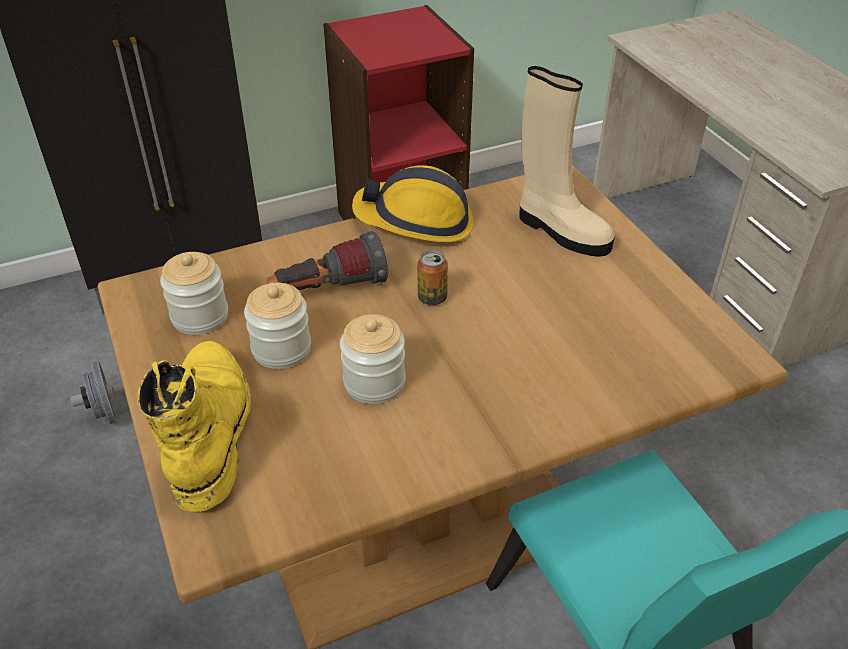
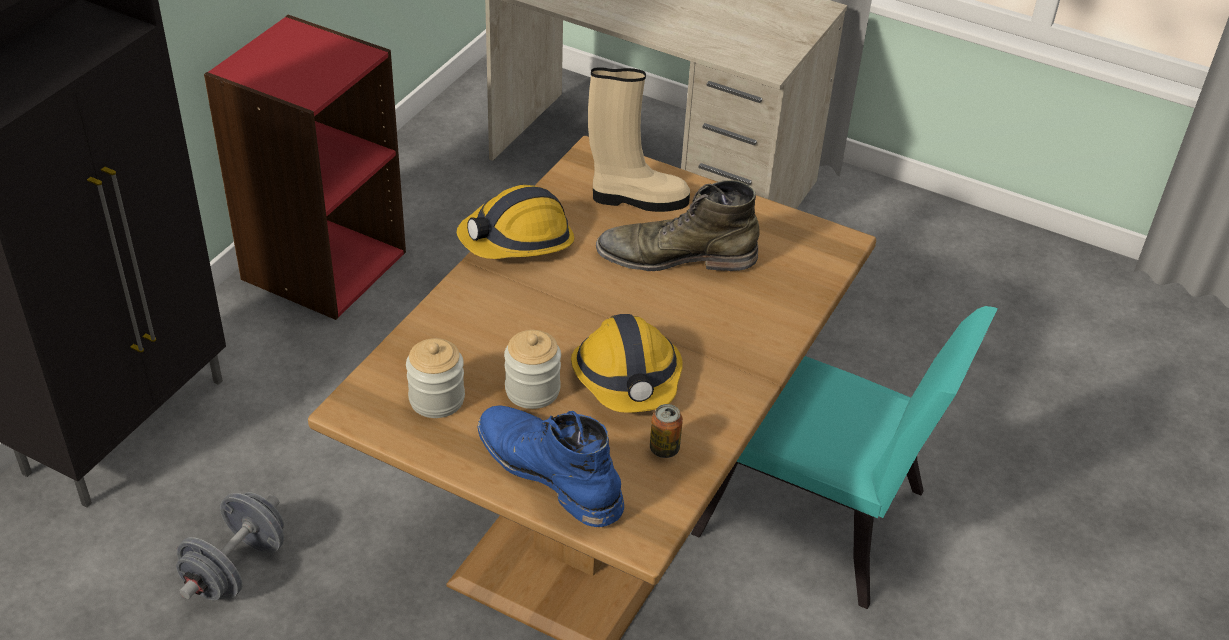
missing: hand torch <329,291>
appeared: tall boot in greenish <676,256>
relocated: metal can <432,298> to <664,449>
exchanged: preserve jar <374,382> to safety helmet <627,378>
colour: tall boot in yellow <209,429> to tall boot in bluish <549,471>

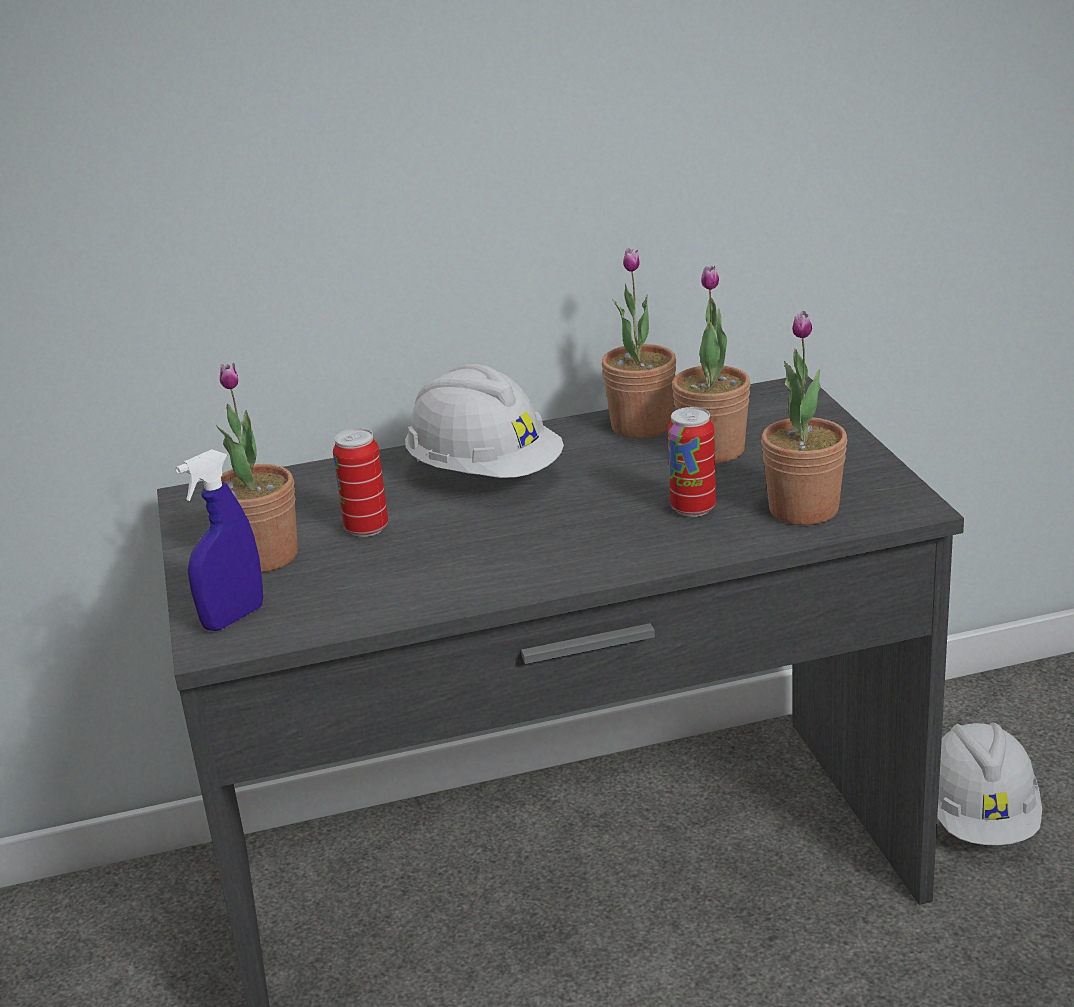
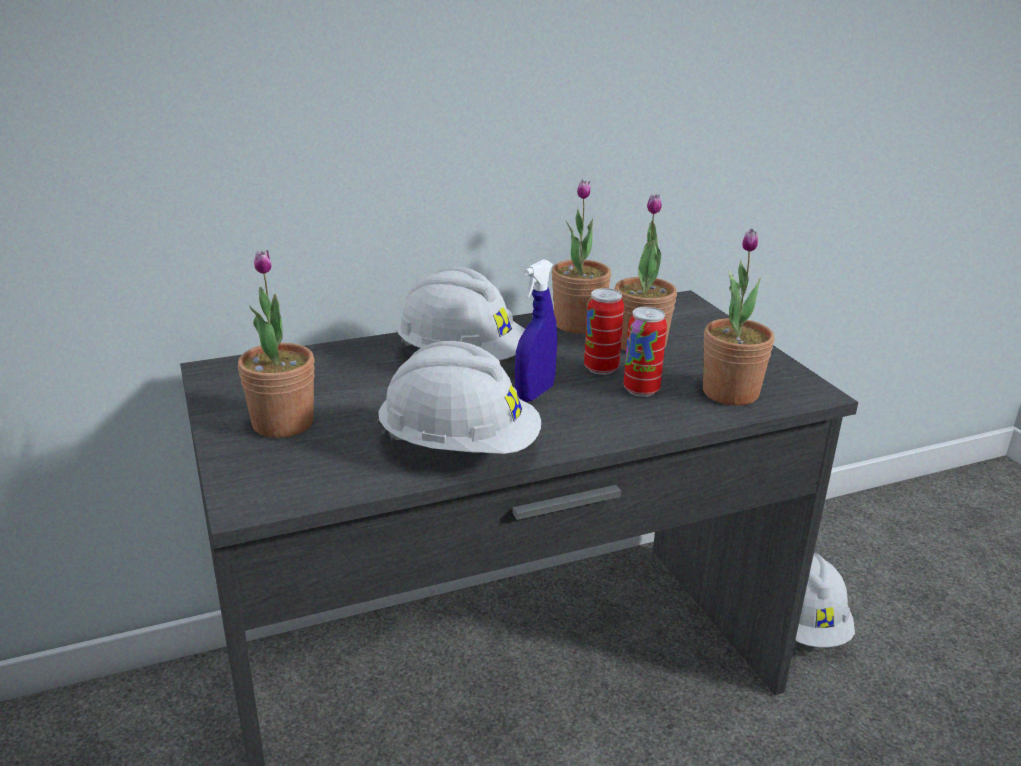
appeared: safety helmet in white-coloured <459,447>
relocated: sprayer in bluish <233,618> to <535,393>; metal can <366,528> to <601,368>

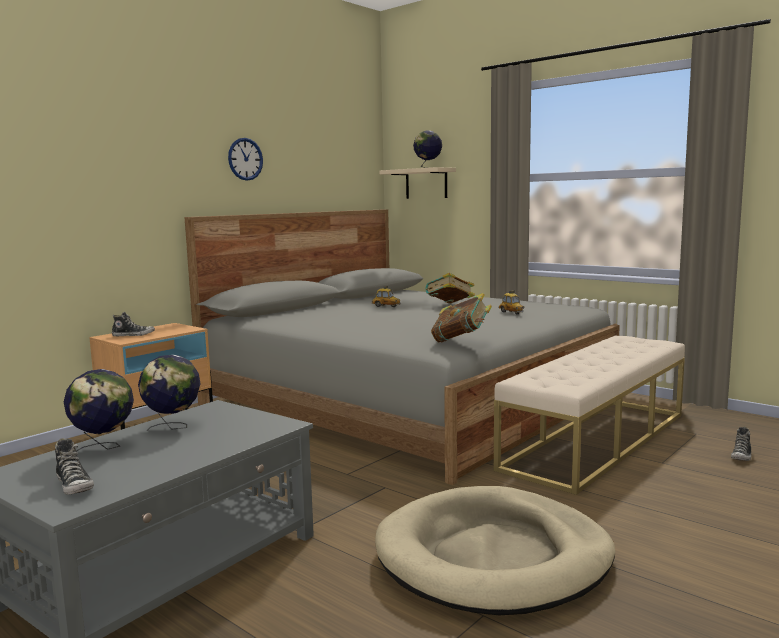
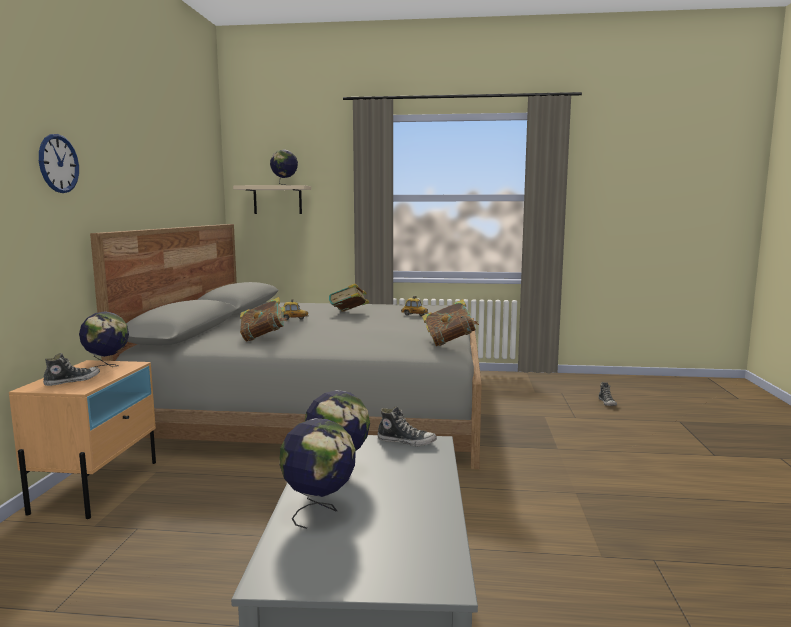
missing: dog bed in beige <493,556>; bench in beige <597,440>
appeared: world globe <107,367>; bound book <264,338>
relocated: low shoe <75,486> to <406,441>; clock on the wall <245,159> to <58,163>

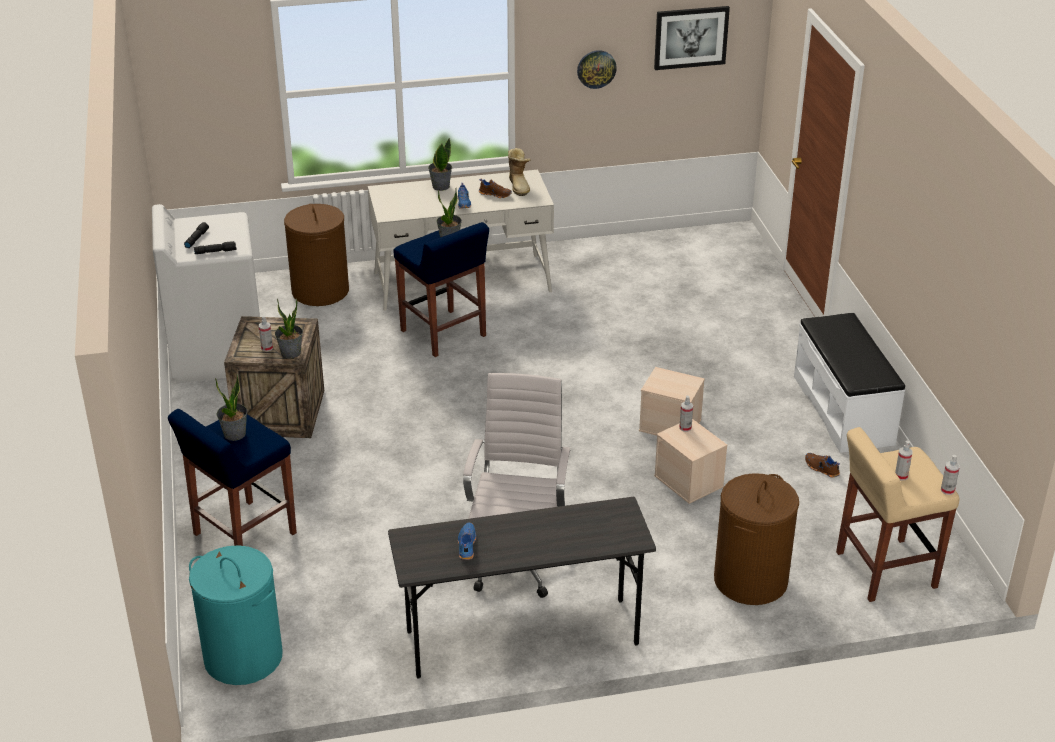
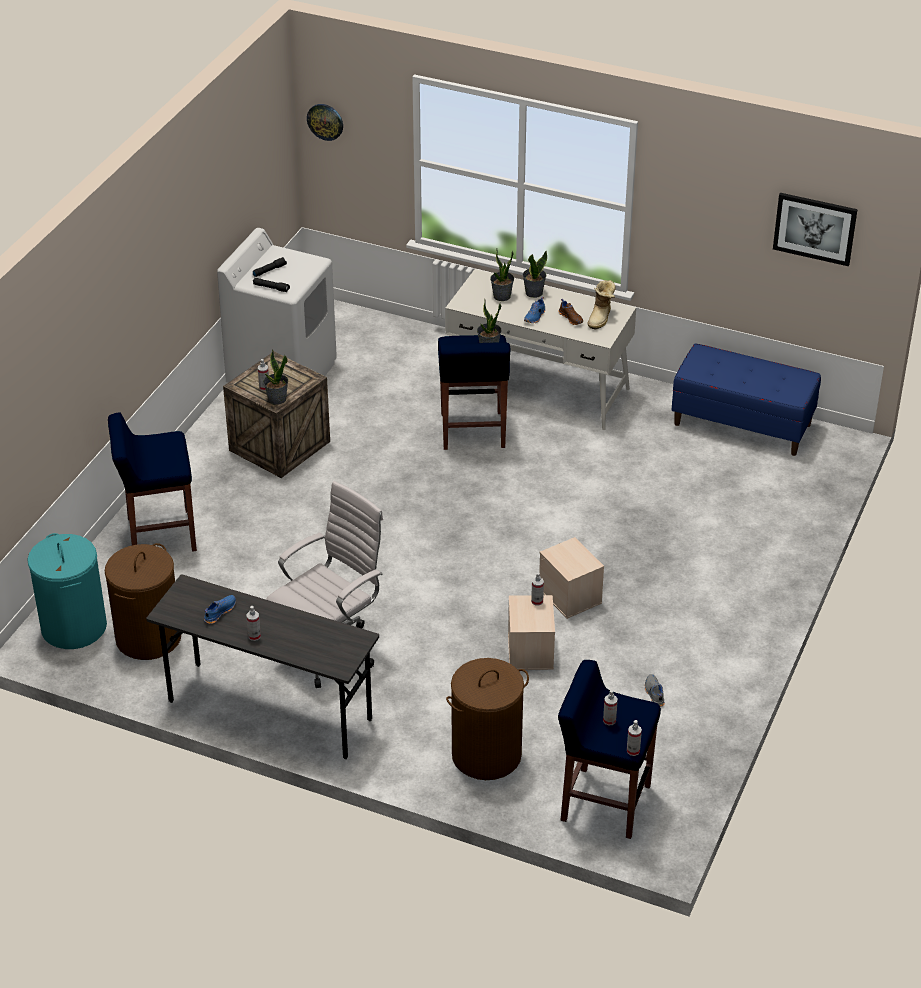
missing: bench in white-coloured <844,410>
appeared: sprayer <254,636>; bench in bluish <742,424>
relocated: houseplant <235,434> to <502,296>; laundry basket in brown-coloured <320,291> to <148,638>; clock on the wall <596,69> to <325,121>
colour: low shoe in brown-coloured <821,469> to low shoe in greyish <653,694>; sitting stool in beige <884,570> to sitting stool in bluish <604,802>

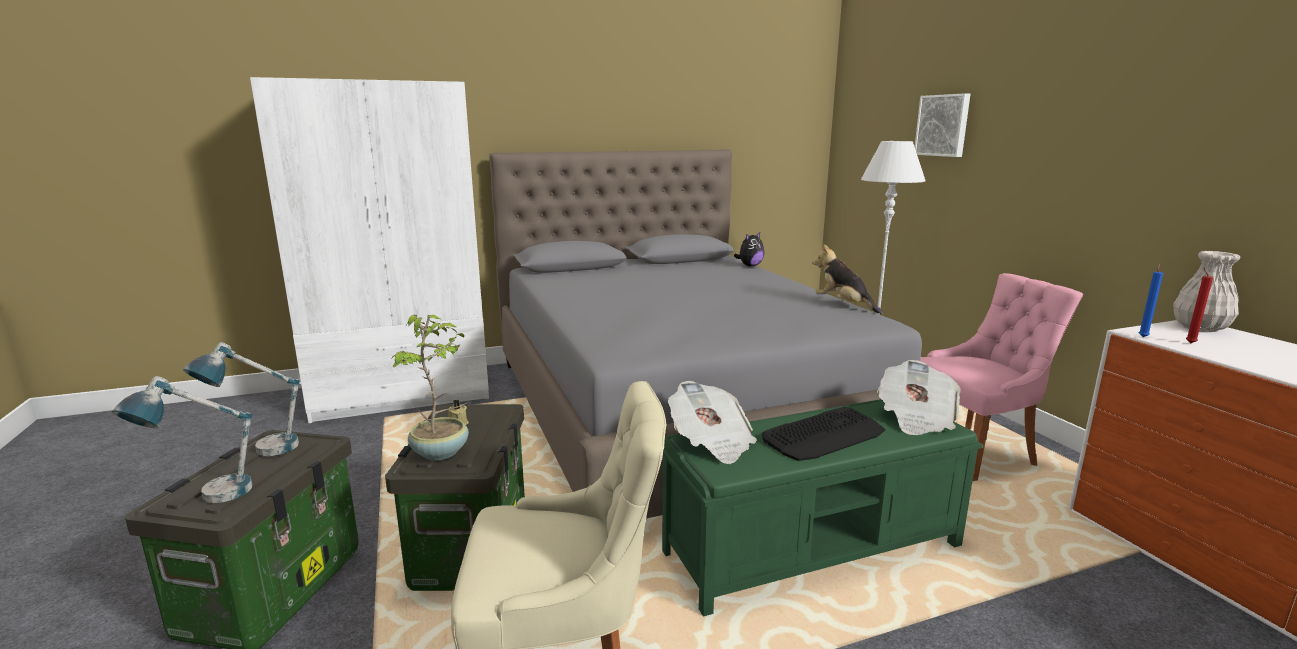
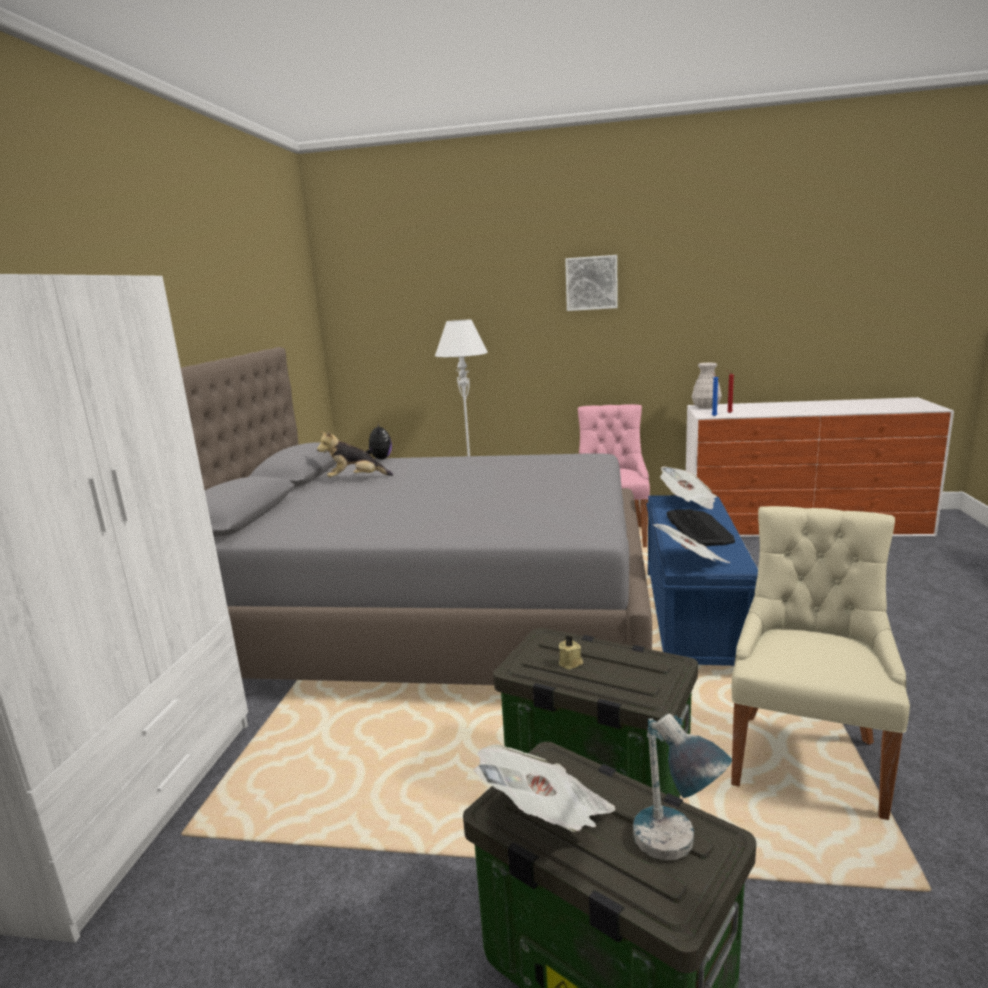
missing: houseplant <441,452>
relocated: cuddly toy <843,305> to <355,479>; wall picture <943,125> to <591,283>
exchanged: lamp for a table <258,451> to daily paper <546,816>
colour: bench in greenish <814,548> to bench in bluish <692,619>

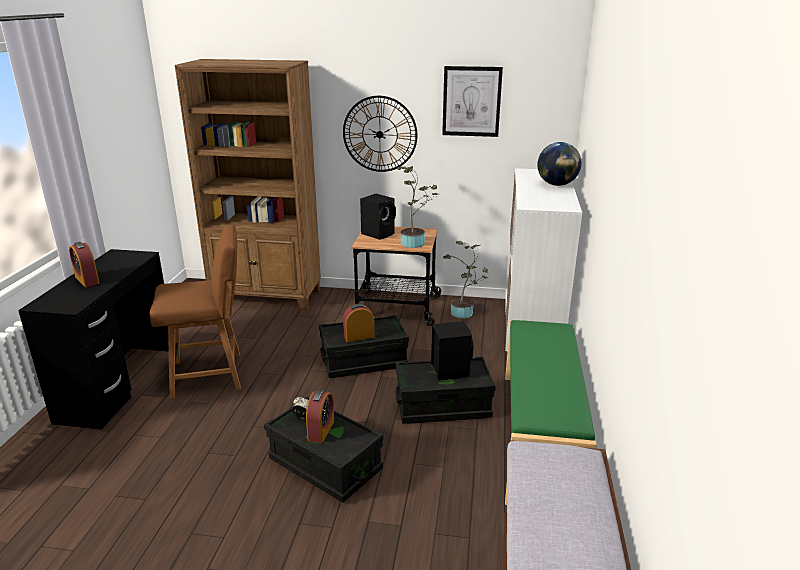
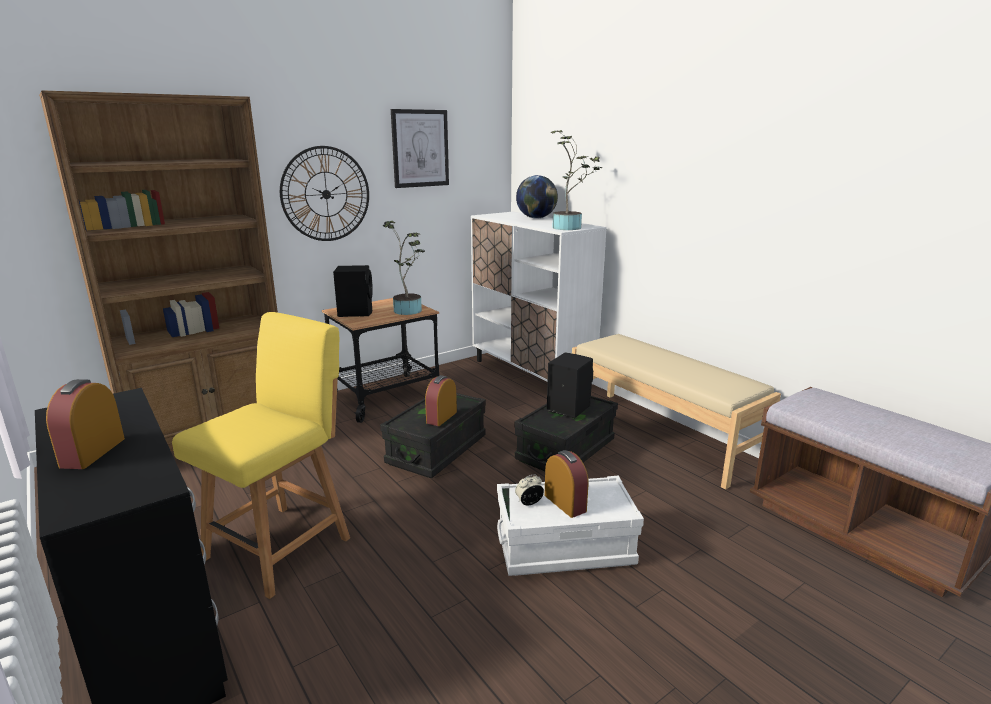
relocated: houseplant <464,313> to <570,227>
colour: chair in brown-coloured <210,374> to chair in yellow <282,545>; storage bin in black <325,465> to storage bin in white-coloured <564,548>; bench in greenish <540,435> to bench in beige <660,434>
spun: table clock <87,280> = <93,452> 90 degrees clockwise

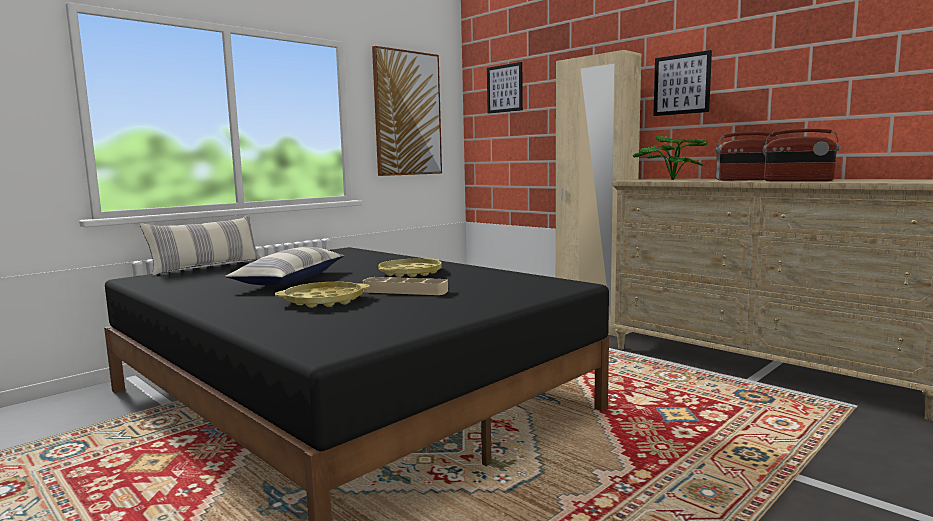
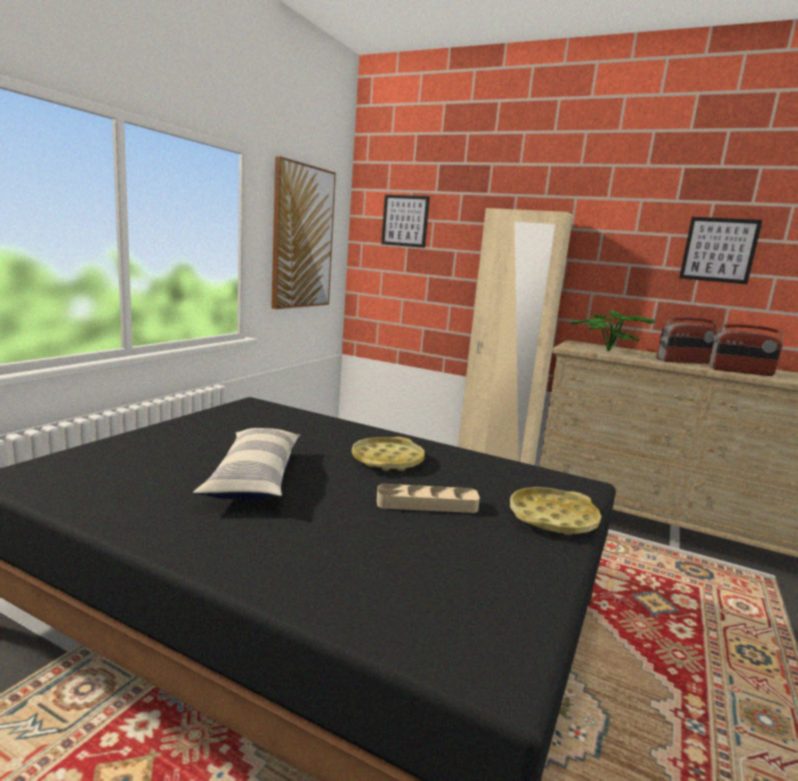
missing: throw pillow <206,266>
relocated: tray in yellow <323,301> to <552,518>; wall picture <681,84> to <719,250>

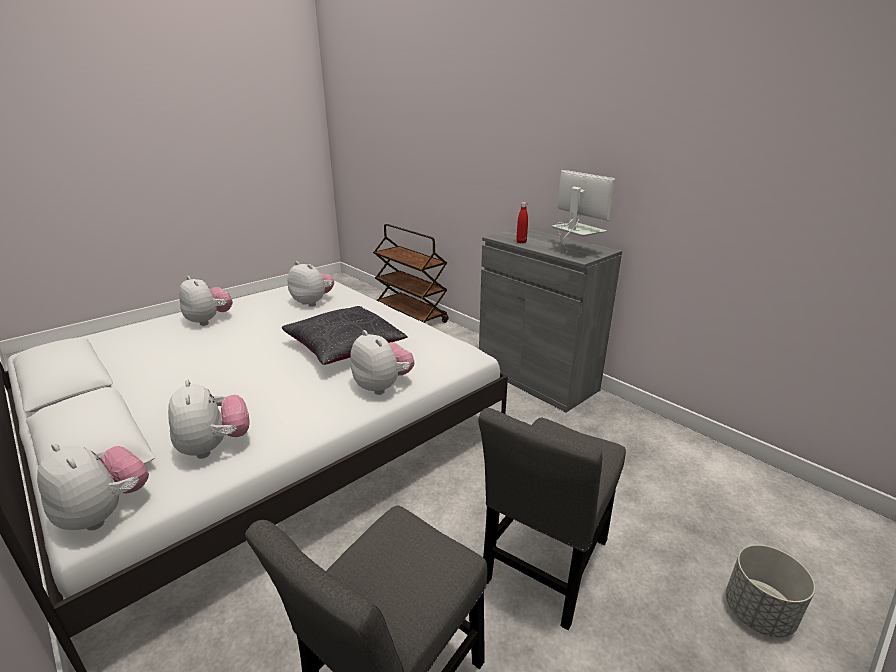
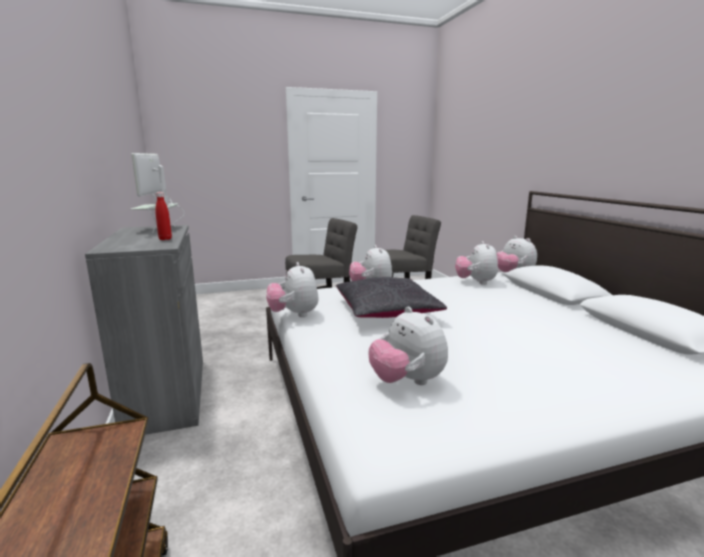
missing: flower pot in greyish <758,612>
relocated: cuddly toy <209,320> to <294,314>

